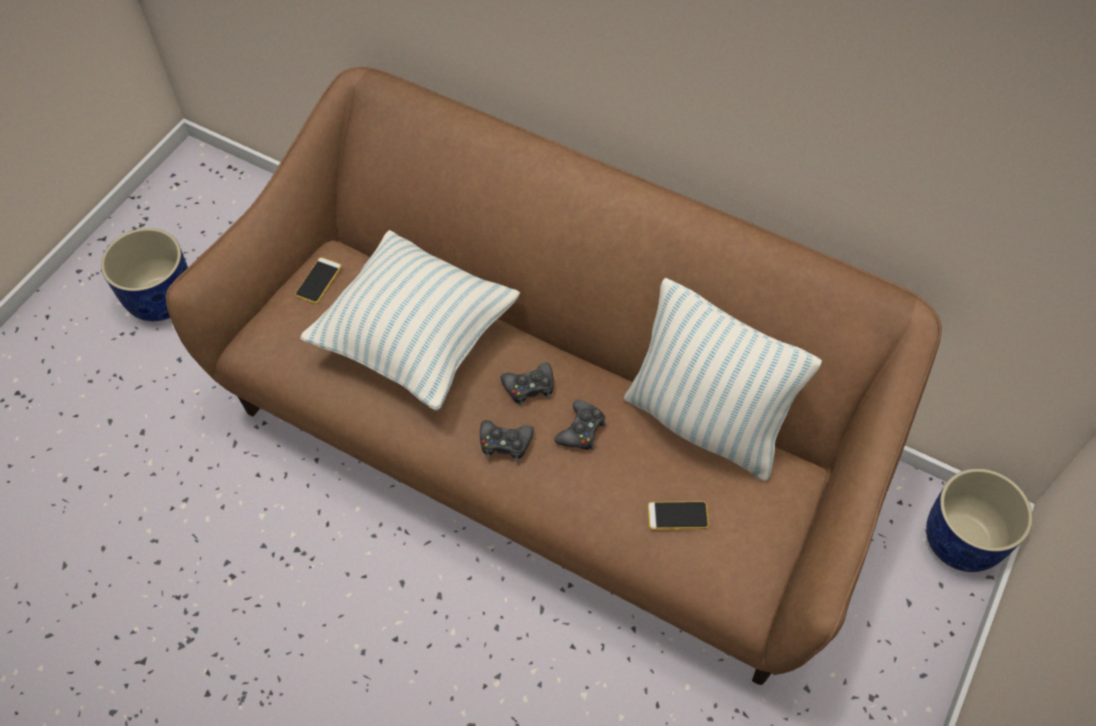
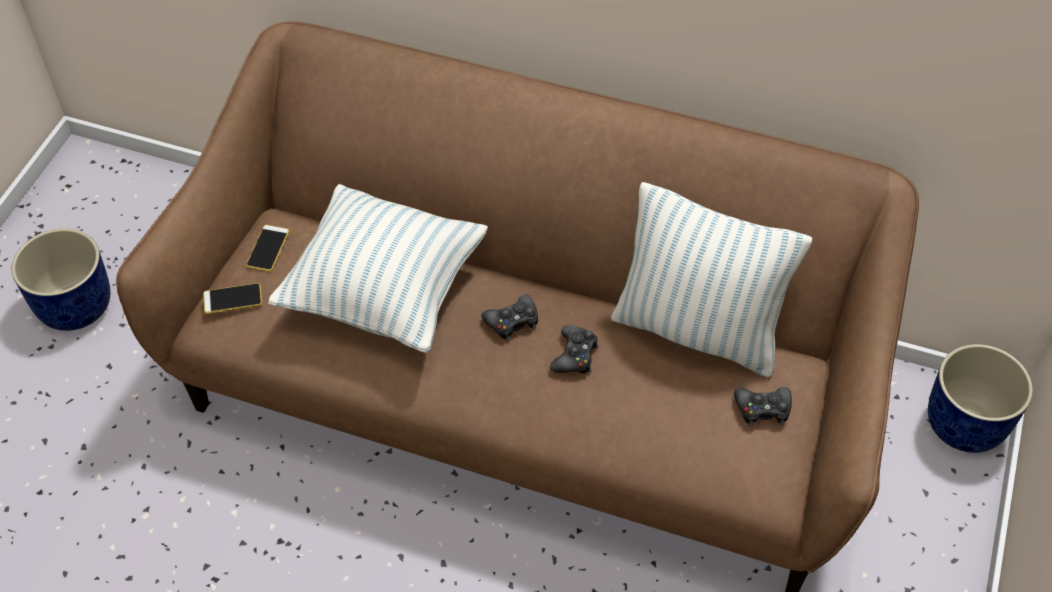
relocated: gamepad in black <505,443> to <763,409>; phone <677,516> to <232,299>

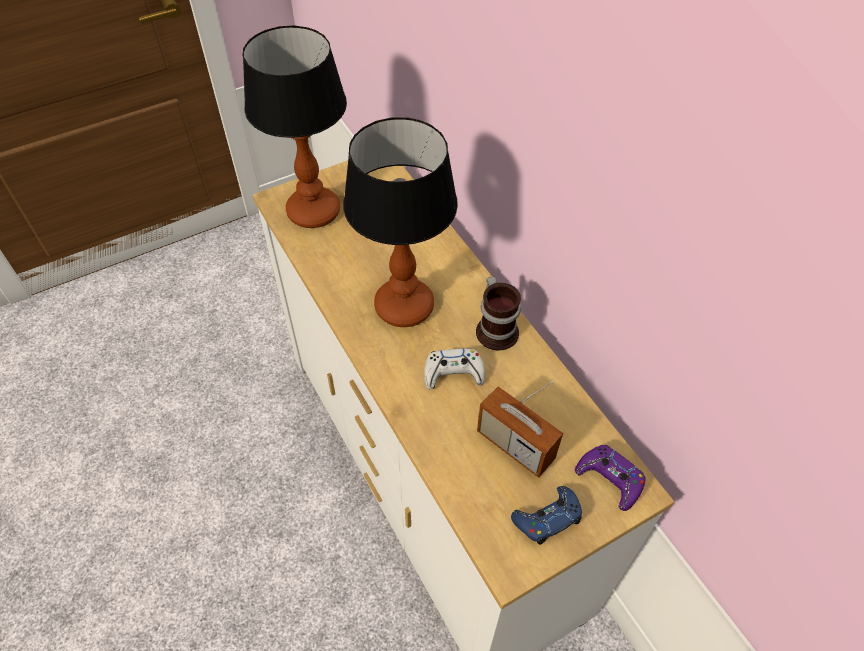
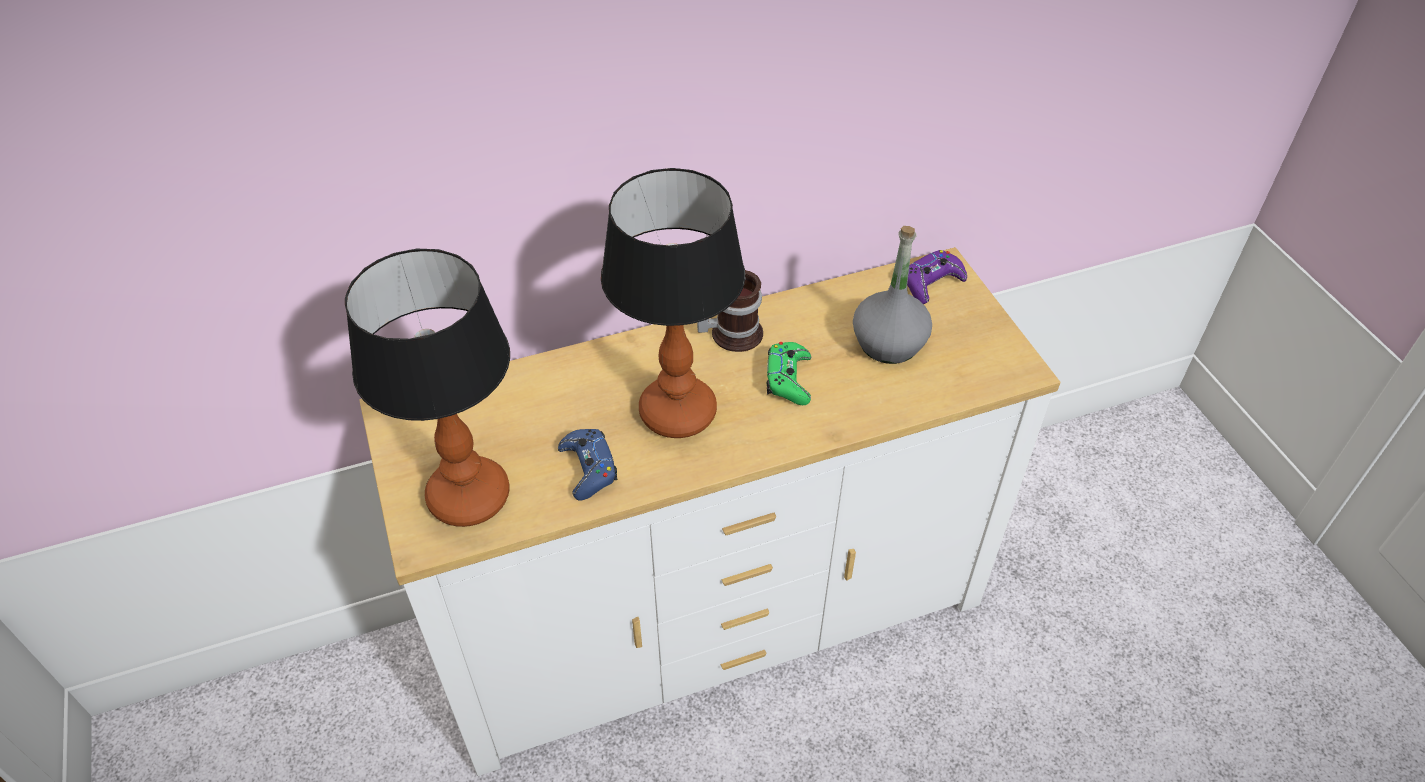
relocated: gamepad in bluish <547,518> to <588,468>
exchanged: radio receiver <515,445> to beverage bottle in greyish <888,343>
colour: gamepad in white-coloured <453,373> to gamepad in greenish <788,379>

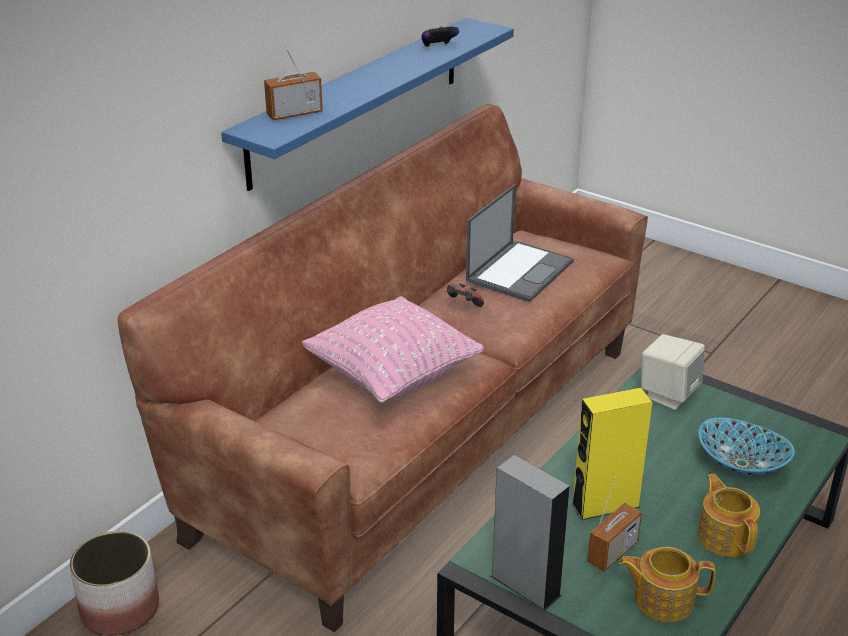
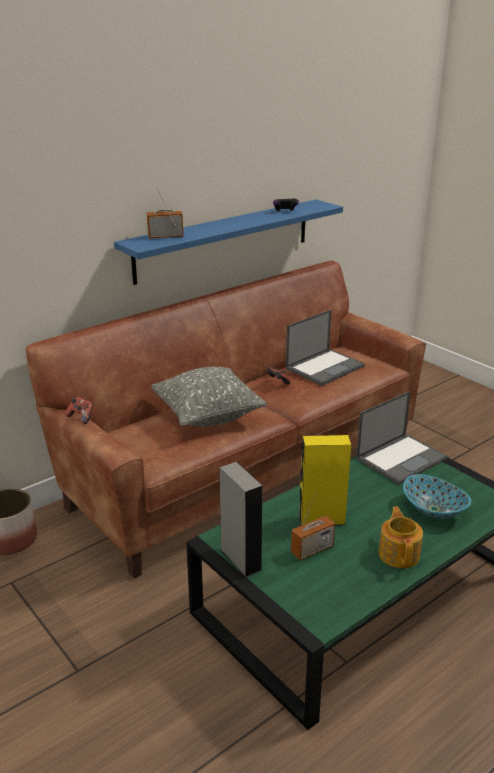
missing: teapot <662,599>
appeared: gamepad <81,417>
exchanged: loudspeaker in beige <668,394> to laptop <402,458>
colour: throw pillow in pinkish <393,376> to throw pillow in greyish <208,416>

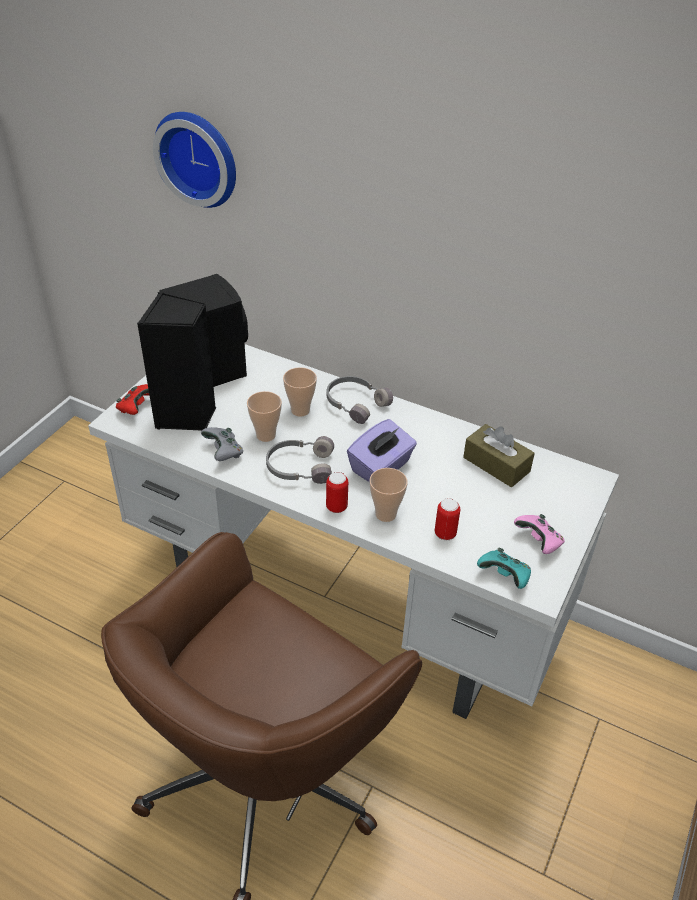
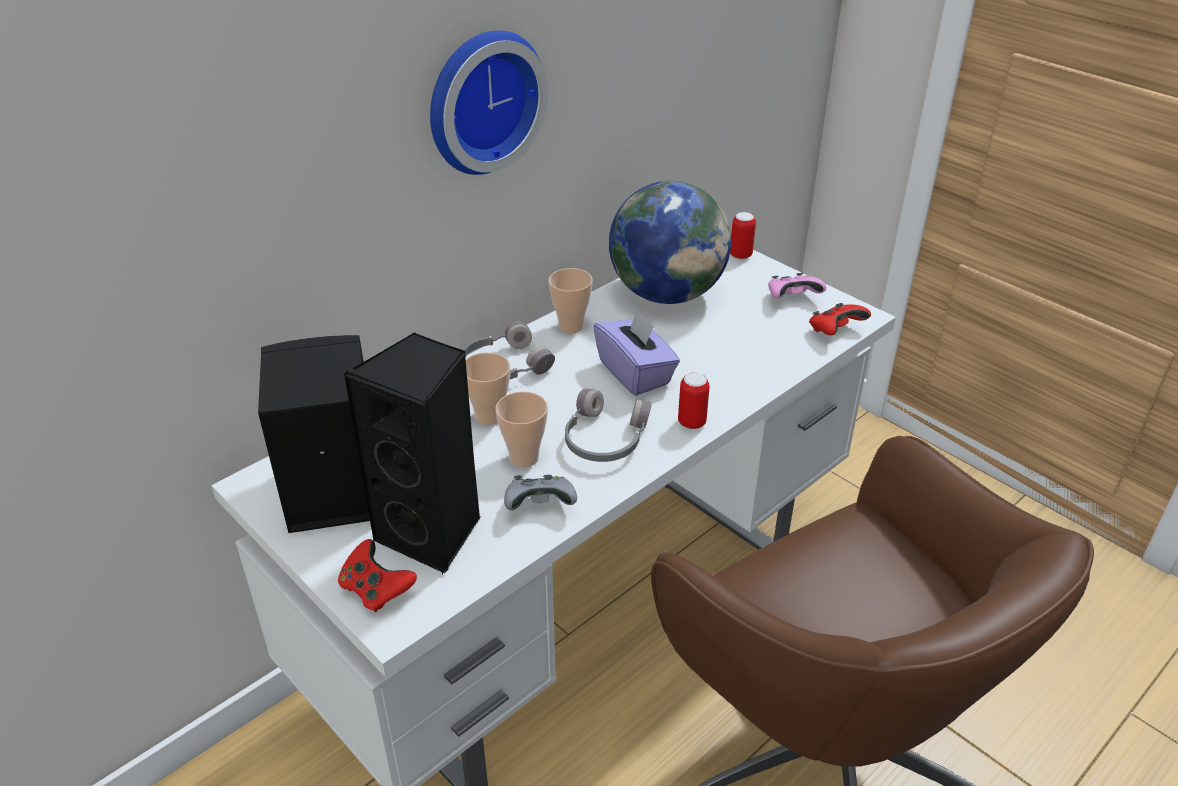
relocated: clock on the wall <199,157> to <481,100>; cup <385,514> to <571,326>; metal can <445,534> to <740,255>
exchanged: tissue holder in brown-coloured <496,464> to world globe <667,294>
colour: gamepad in turquoise-coloured <504,576> to gamepad in red-coloured <835,331>

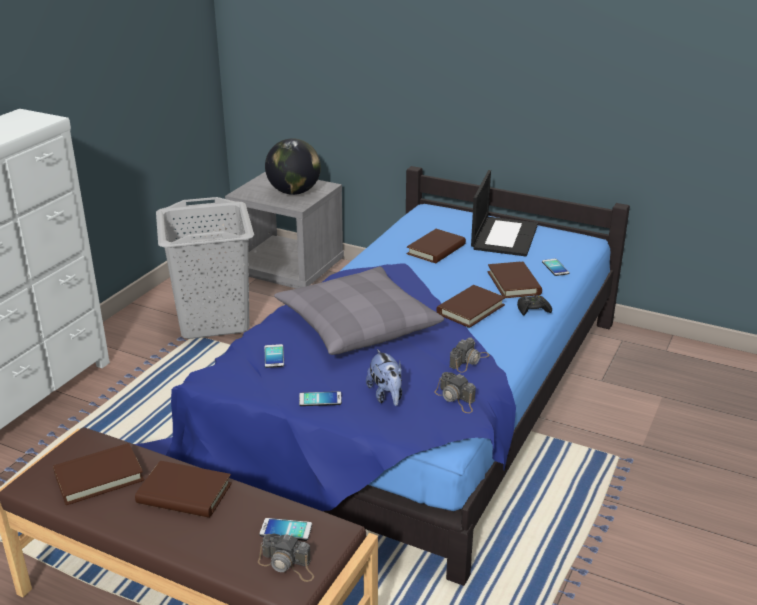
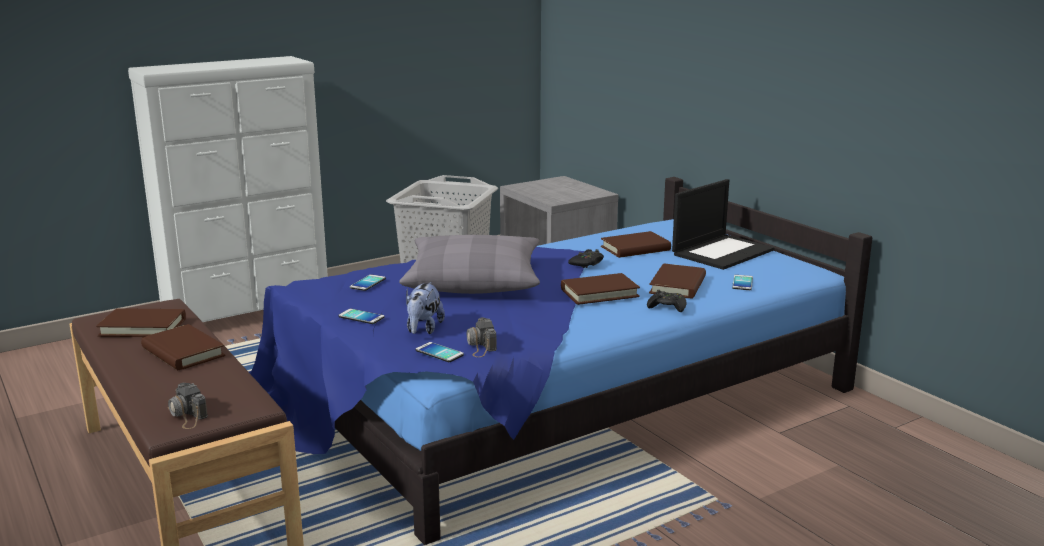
missing: world globe <294,192>; still camera <469,360>
appeared: gamepad in black <587,263>
relocated: phone <286,530> to <439,353>

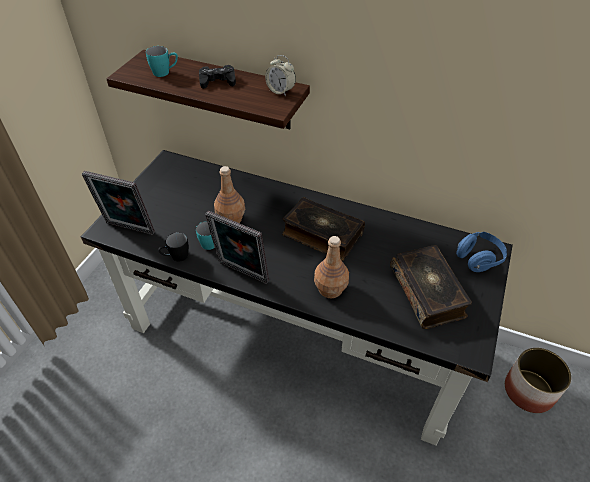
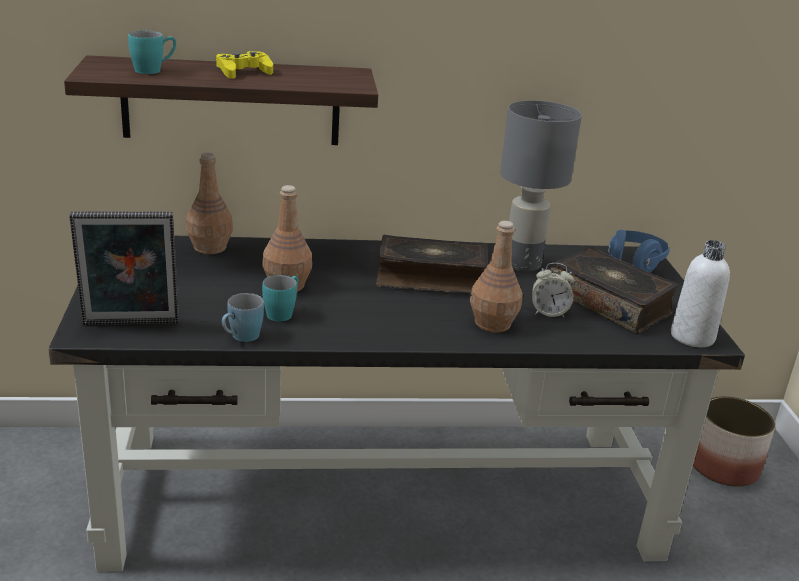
missing: picture frame <241,274>
appeared: beverage bottle in brown-coloured <210,247>; lamp for a table in greyish <521,263>; beverage bottle in white-coloured <692,337>
relocated: table clock <280,91> to <549,312>
colour: coffee mug in black <176,257> to coffee mug in bluish <241,338>; gamepad in black <217,81> to gamepad in yellow <243,72>

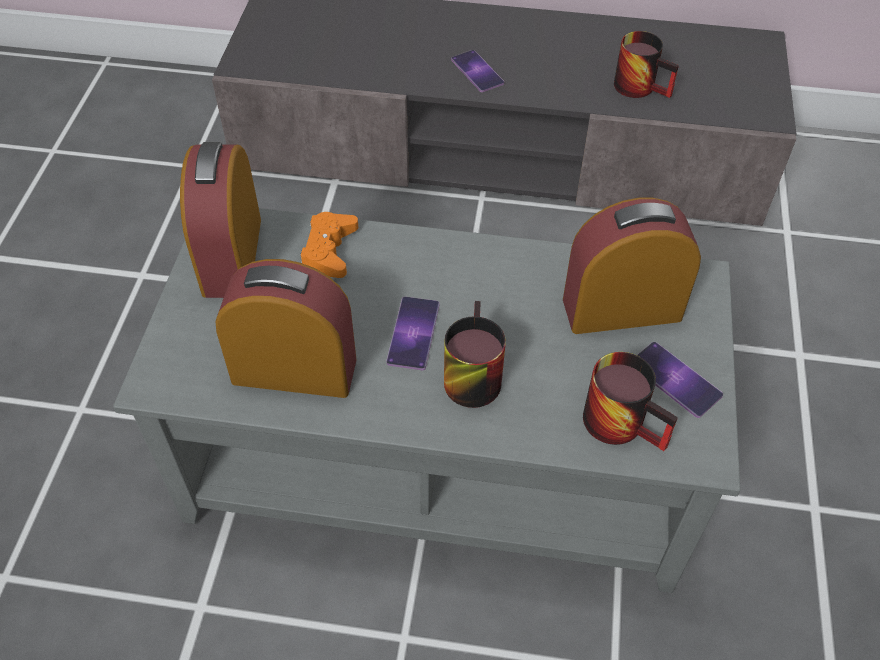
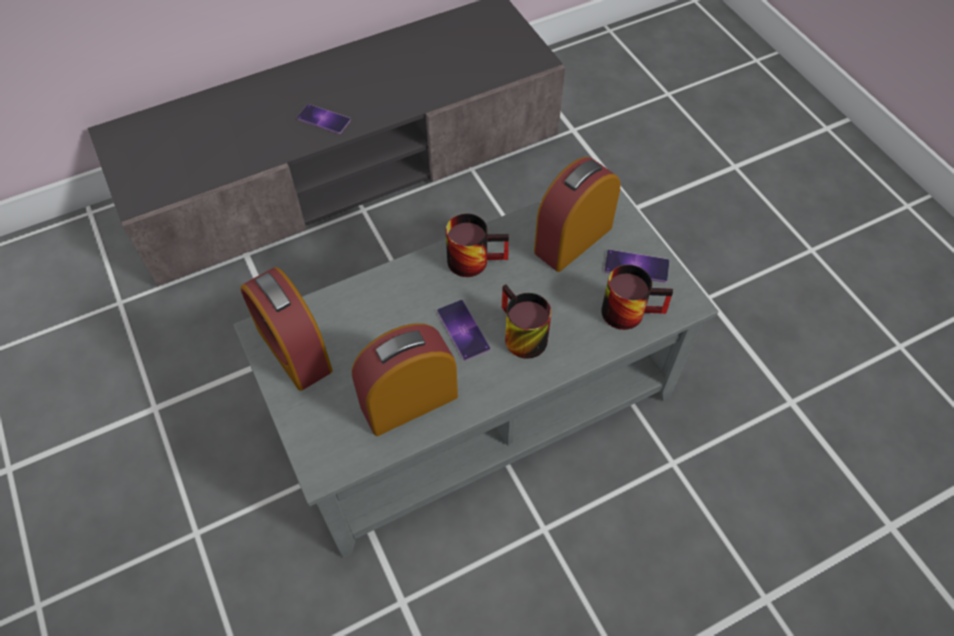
missing: gamepad in orange-coloured <329,251>
relocated: coffee mug <642,86> to <475,257>

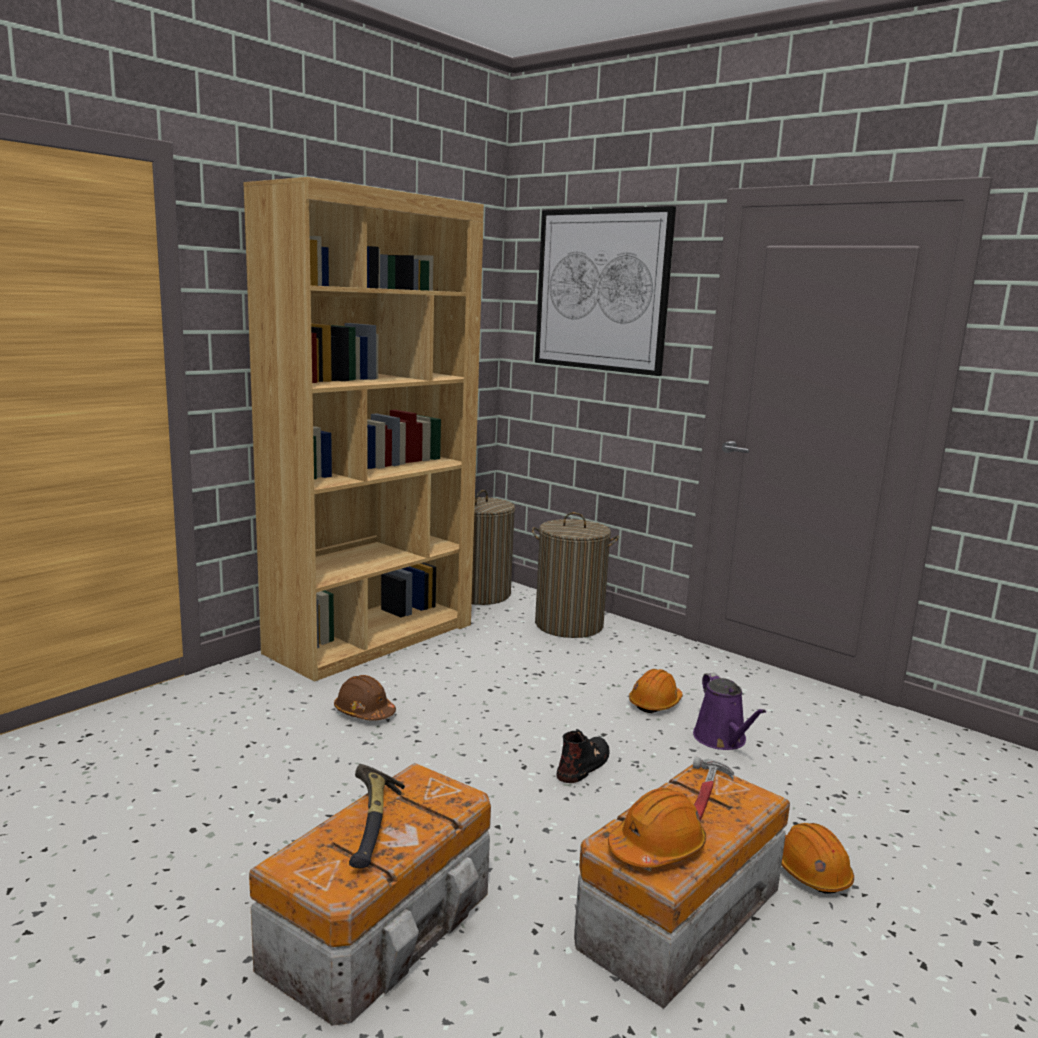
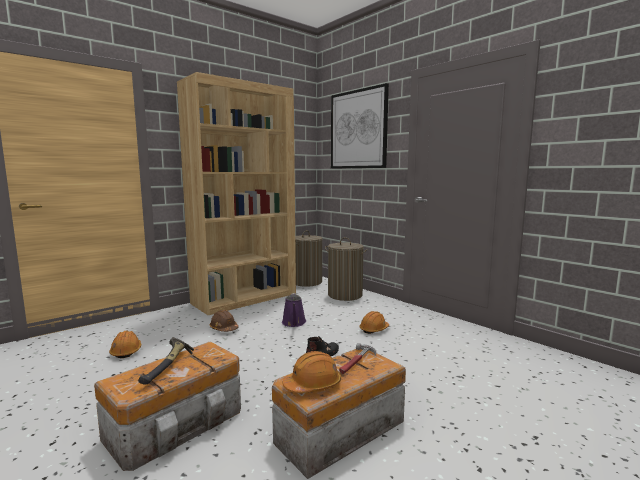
relocated: watering pot in purple-coloured <722,739> to <294,323>; safety helmet in orange-coloured <810,871> to <126,351>

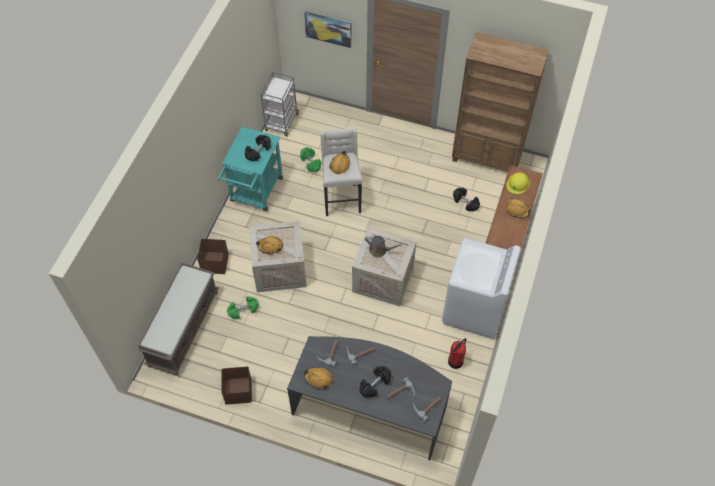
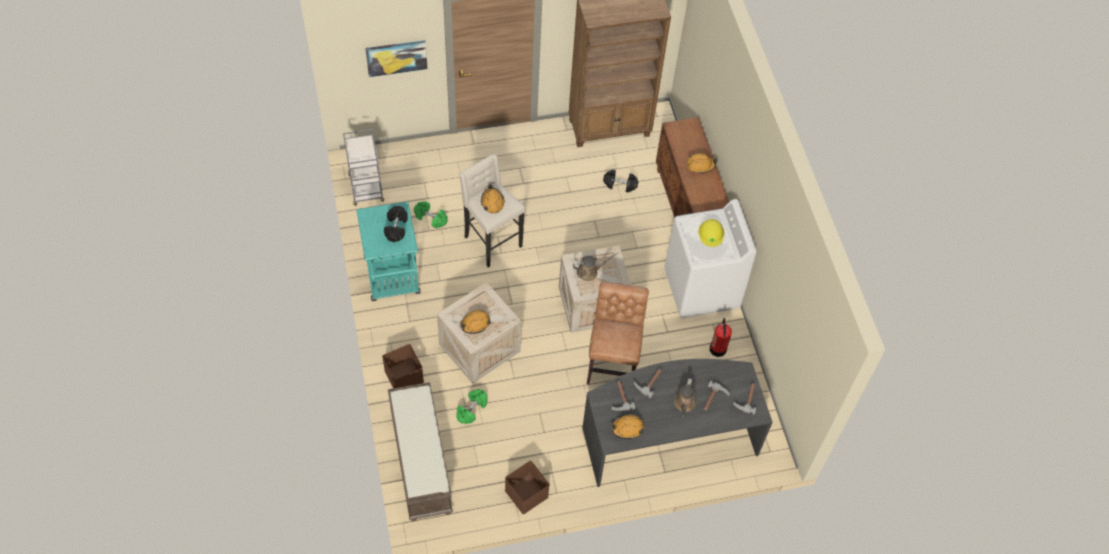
appeared: chair in brown-coloured <612,362>
relocated: safety helmet in yellow <518,183> to <711,233>
exchanged: dumbbell in black <375,384> to watering pot in brown-coloured <684,404>

